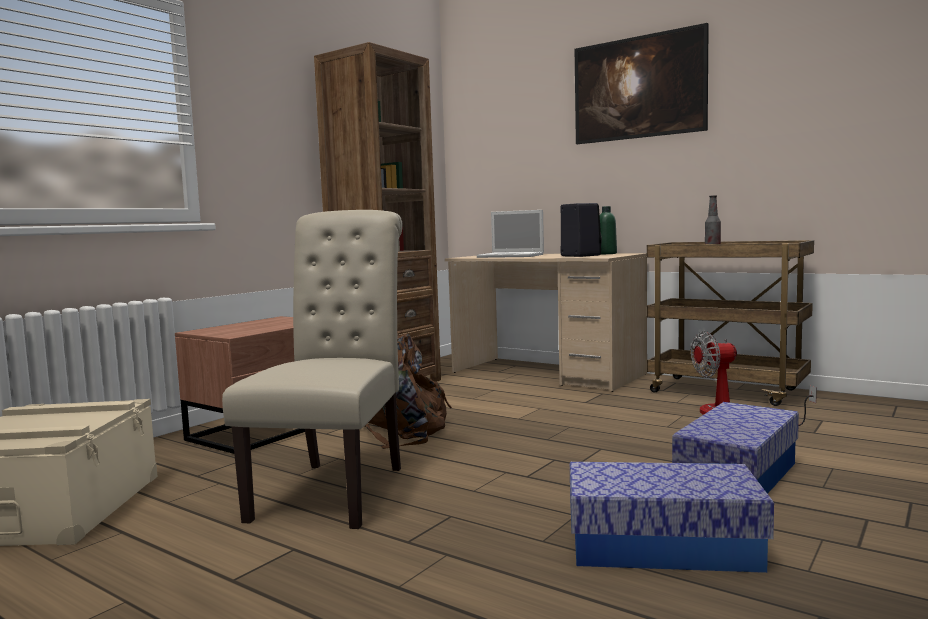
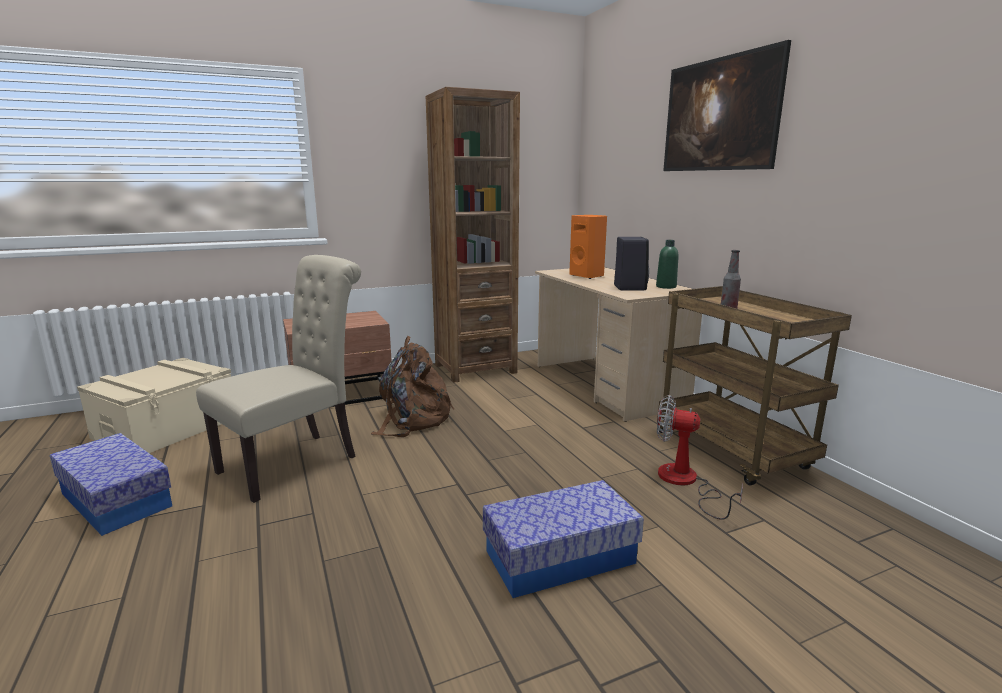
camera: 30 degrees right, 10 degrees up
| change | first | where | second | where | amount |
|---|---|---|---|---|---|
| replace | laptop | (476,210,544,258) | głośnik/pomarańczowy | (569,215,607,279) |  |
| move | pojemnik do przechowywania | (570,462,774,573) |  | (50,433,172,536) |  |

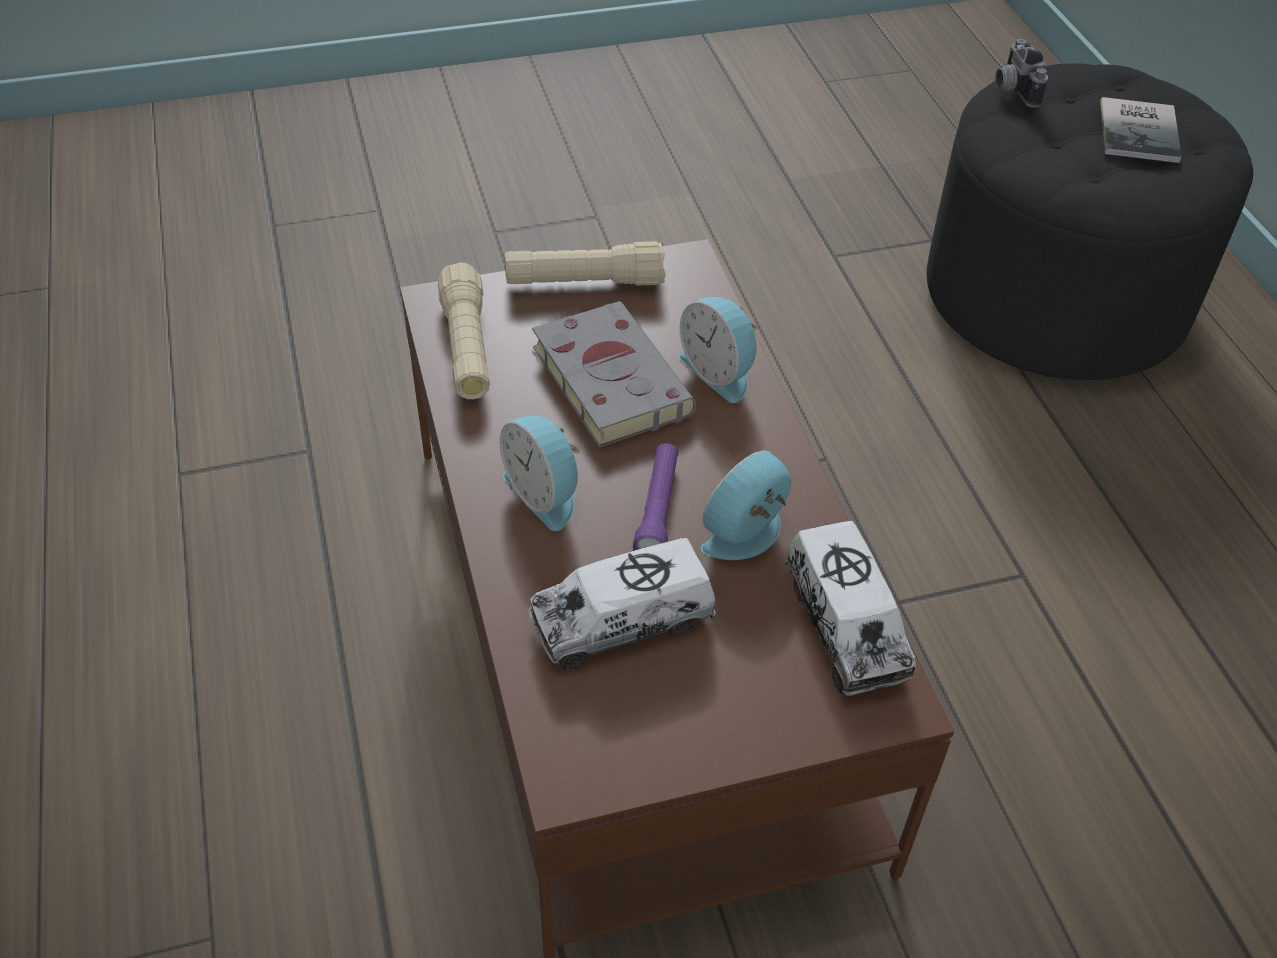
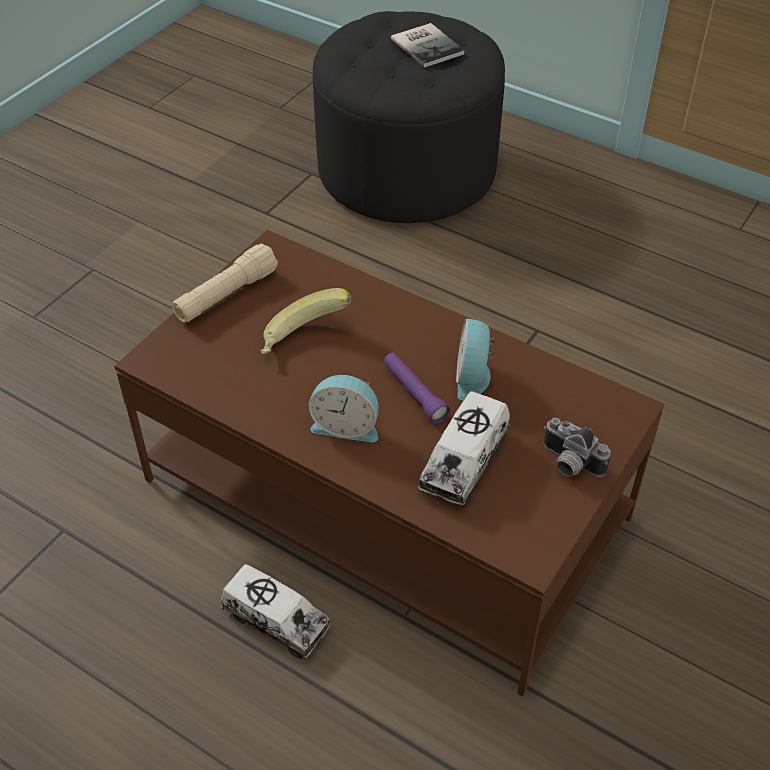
camera: 40 degrees left, 0 degrees up
| change | first | where | second | where | amount |
|---|---|---|---|---|---|
| delete | latarka/beżowy | (437,263,490,399) |  |  |  |
| replace | książka/szary | (532,301,696,448) | banan | (261,288,352,354) |  |
| delete | budzik | (679,297,759,403) |  |  |  |
| move | ciężarówka zabawkowa | (785,521,917,697) |  | (221,564,331,659) |  |
| move | aparat fotograficzny | (995,39,1048,108) |  | (544,418,611,477) |  |

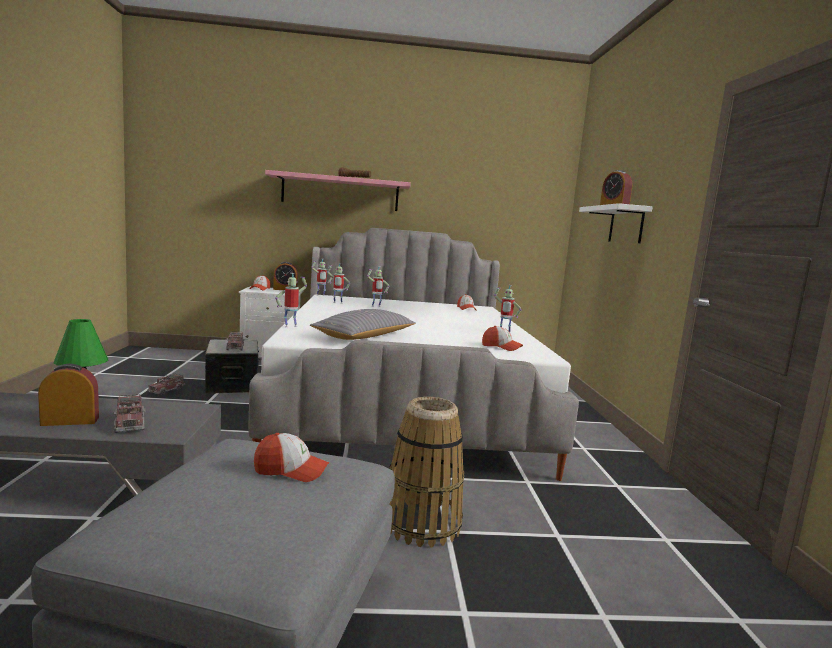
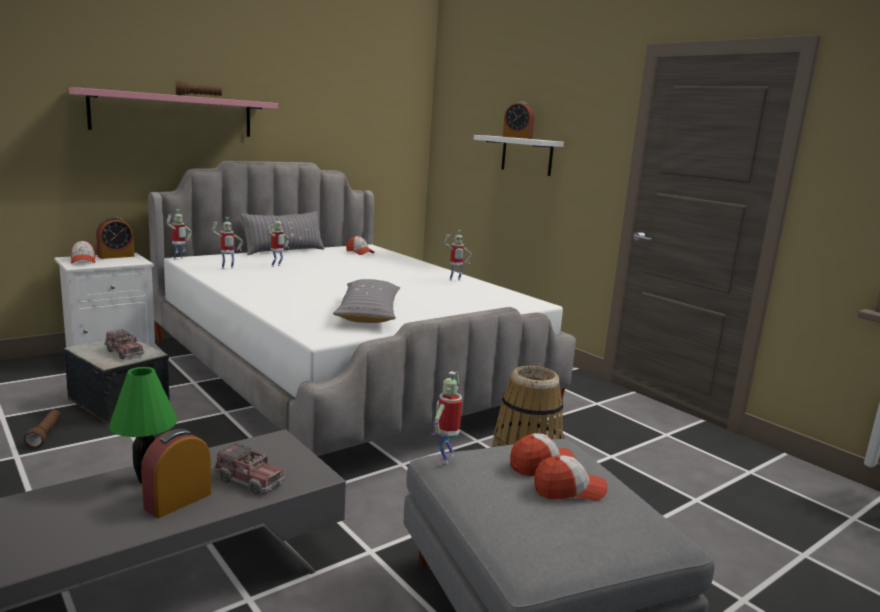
camera: 35 degrees left, 5 degrees up
| change | first | where | second | where | amount |
|---|---|---|---|---|---|
| replace | ciężarówka zabawkowa | (147,373,186,395) | latarka/brązowy | (24,410,61,448) |  |
| move | robot zabawkowy | (275,273,307,327) |  | (431,371,462,464) |  |
| move | czapka z daszkiem | (482,326,523,351) |  | (534,455,608,501) |  |
| insert |  |  | poduszka/szary | (240,211,324,255) |  |

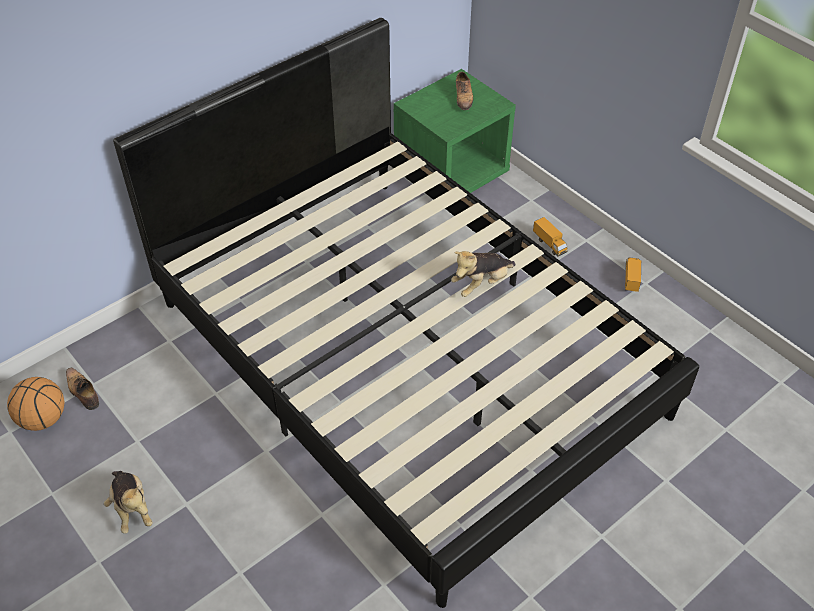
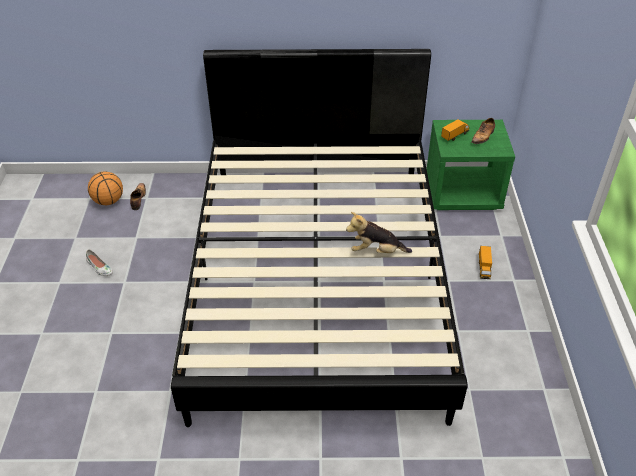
camera: 40 degrees right, 5 degrees down
| change | first | where | second | where | amount |
|---|---|---|---|---|---|
| replace | pluszak | (104,471,153,534) | but/biały | (86,249,113,276) |  |
| move | ciężarówka zabawkowa | (625,257,641,292) |  | (441,119,469,141) |  |

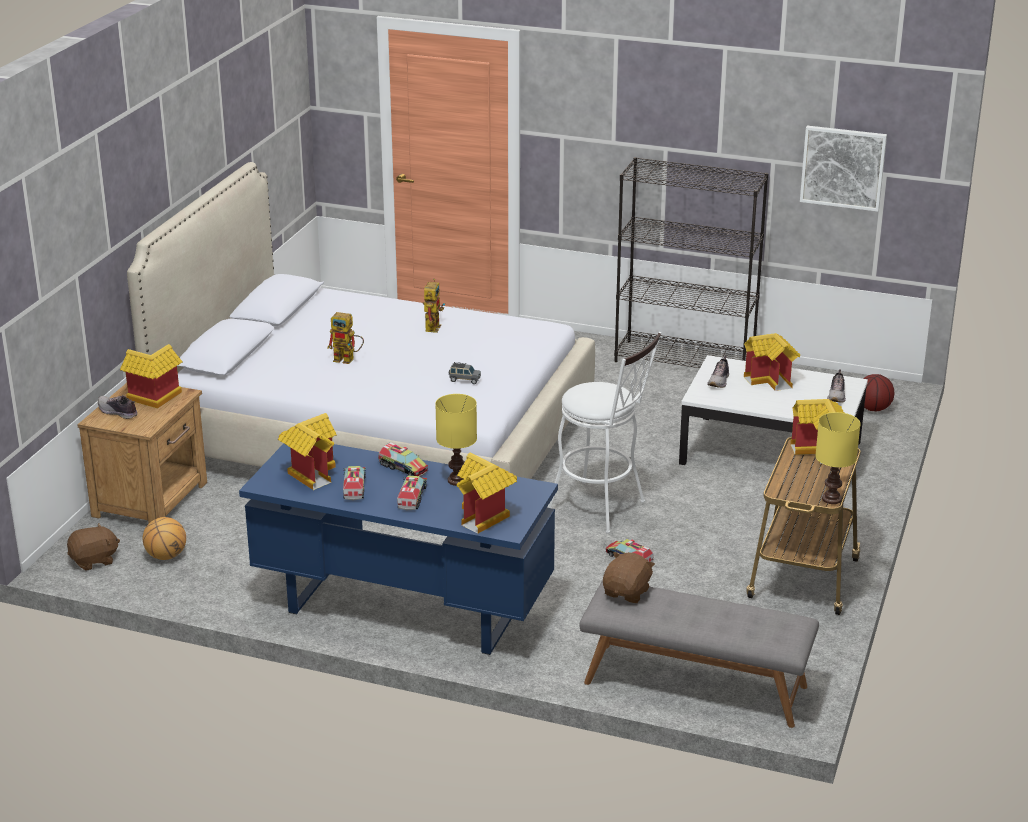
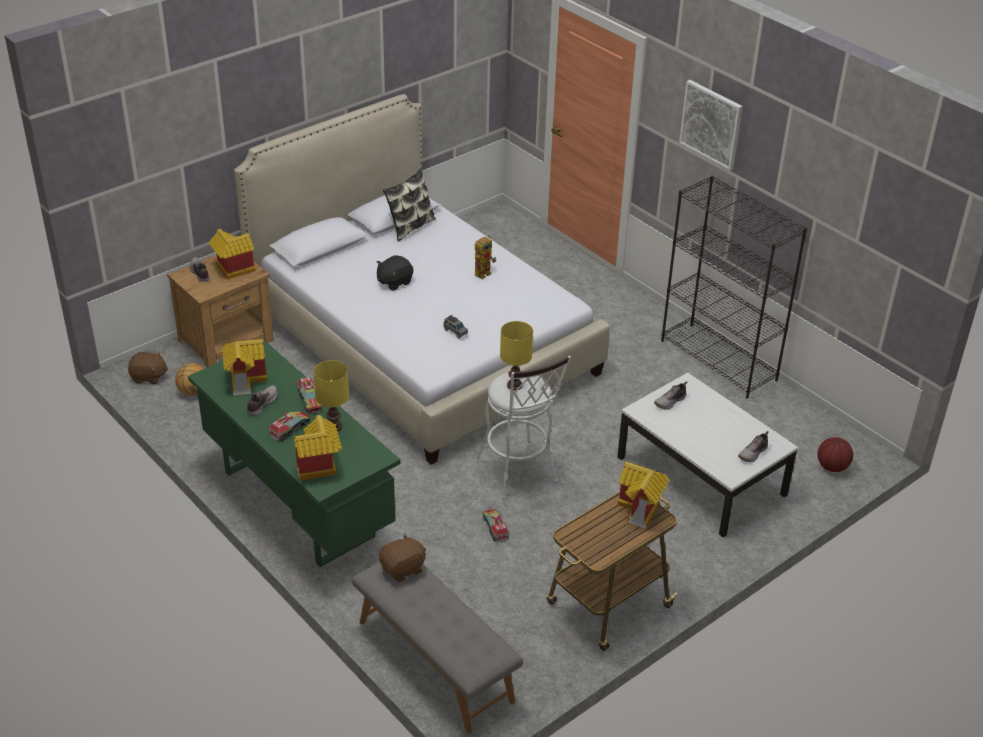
camera: 30 degrees right, 10 degrees up
| change | first | where | second | where | amount |
|---|---|---|---|---|---|
| recolor | biurko/niebieski | (239,443,558,655) | biurko/zielony | (188,342,401,567) |  |
| replace | robot zabawkowy | (328,312,364,364) | pluszak/czarny | (377,255,413,291) |  |
| replace | ciężarówka zabawkowa | (343,466,366,501) | but | (247,385,278,416) |  |
| delete | domek | (744,333,800,391) |  |  |  |
| move | obraz | (800,126,887,212) |  | (679,80,743,171) |  |
| move | lampa stołowa/żółty | (815,412,861,504) |  | (500,321,533,391) |  |
| insert |  |  | poduszka | (383,169,436,241) |  |

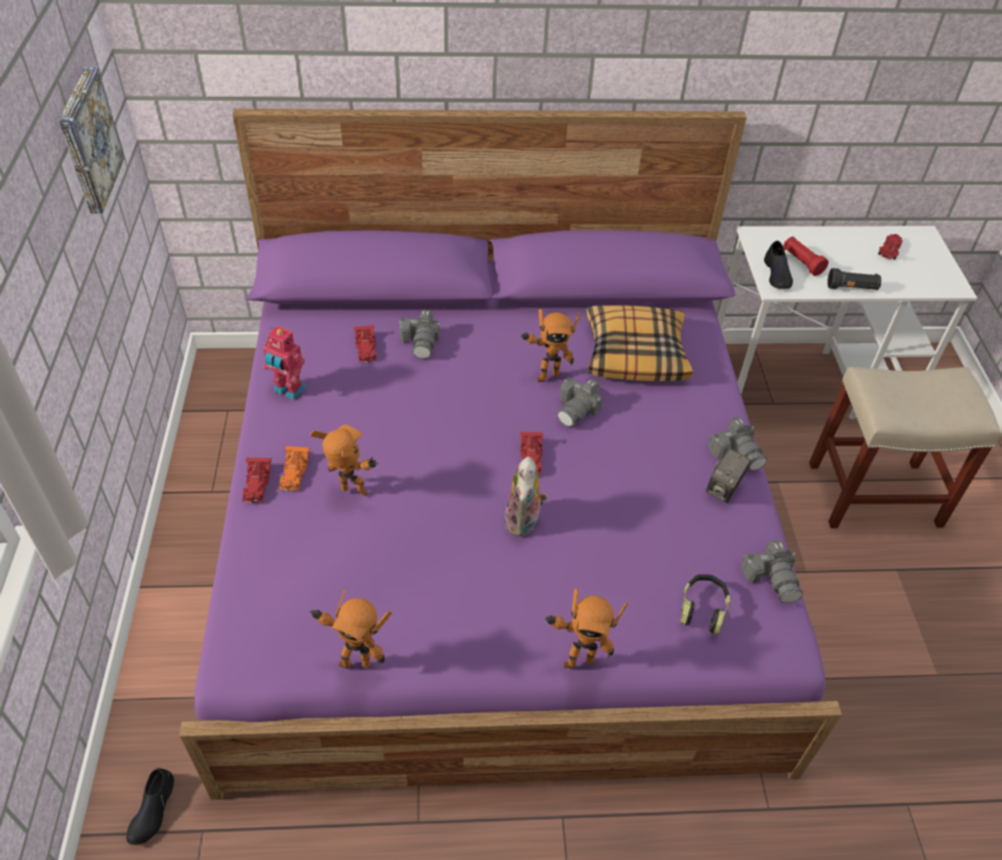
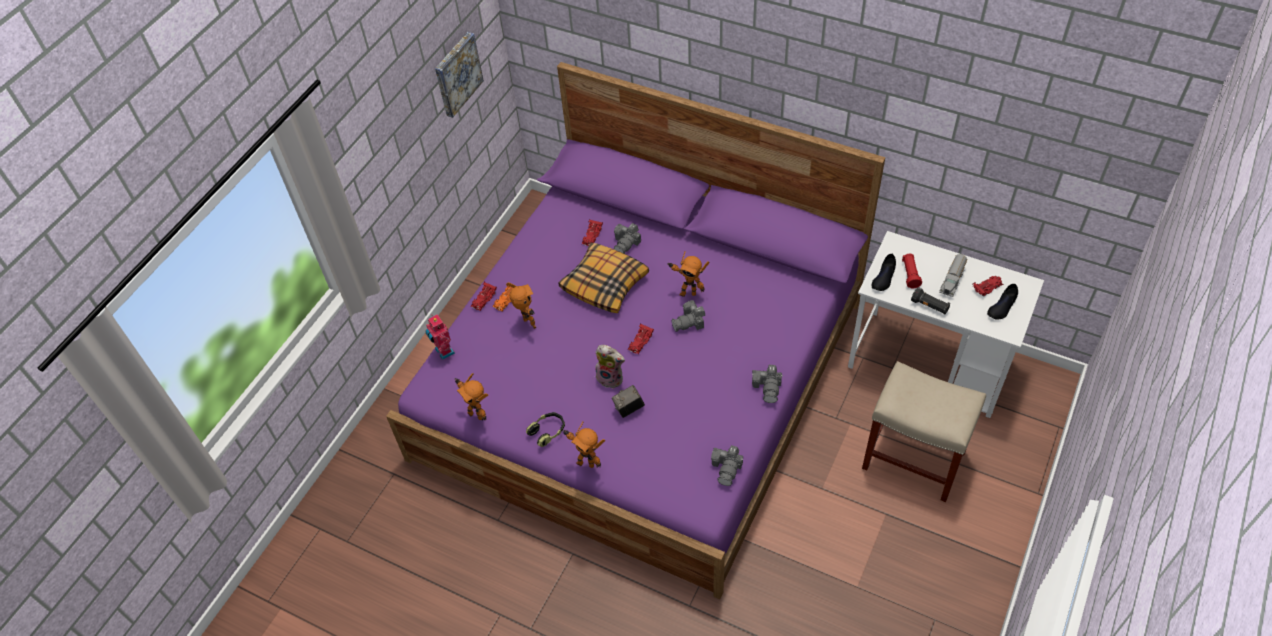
camera: 35 degrees right, 5 degrees up
| change | first | where | second | where | amount |
|---|---|---|---|---|---|
| move | but/czarny | (126,768,174,845) |  | (987,284,1018,320) |  |
| move | robot zabawkowy | (263,326,306,400) |  | (425,314,455,360) |  |
| rotate | pluszak | (505,456,547,536) |  | (595,345,625,389) | 105 degrees counterclockwise |
| move | poduszka | (586,305,693,381) |  | (559,243,649,313) |  |
| move | słuchawki | (680,574,730,635) |  | (526,412,565,447) |  |
| move | aparat fotograficzny | (706,448,751,503) |  | (612,385,645,418) |  |
| insert |  |  | ciężarówka zabawkowa | (939,254,967,297) |  |

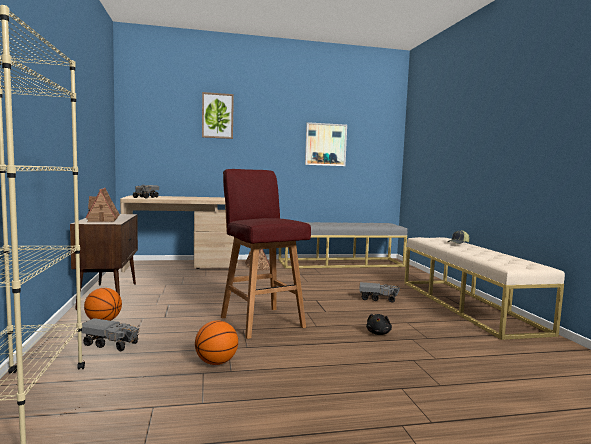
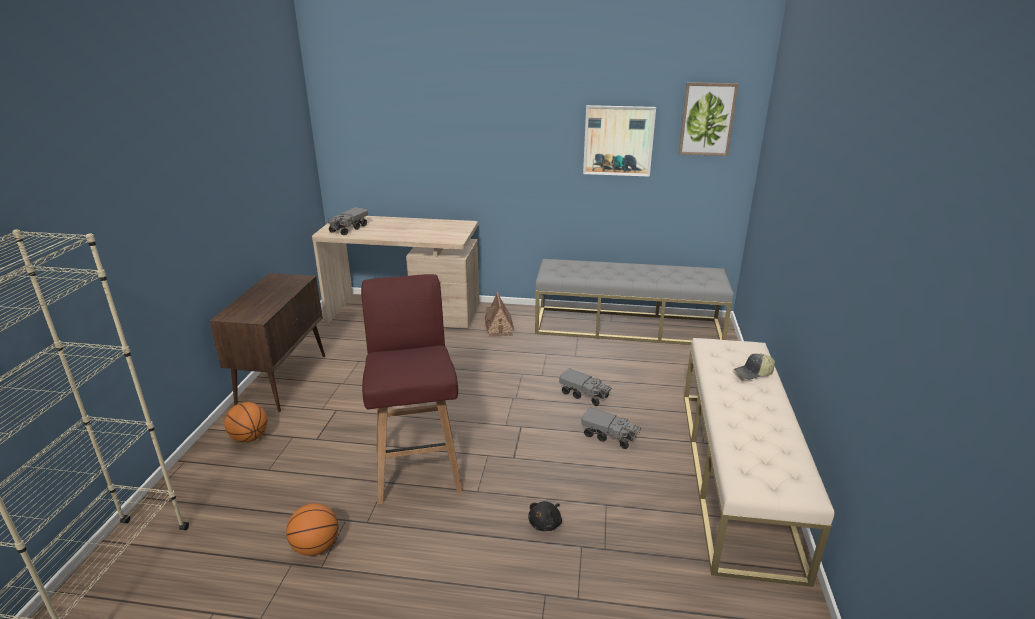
camera: 20 degrees right, 20 degrees up
| change | first | where | second | where | amount |
|---|---|---|---|---|---|
| move | ciężarówka zabawkowa | (82,318,140,351) |  | (559,369,612,406) |  |
| delete | domek | (85,188,120,222) |  |  |  |
| move | obraz | (202,92,234,139) |  | (679,82,739,156) |  |

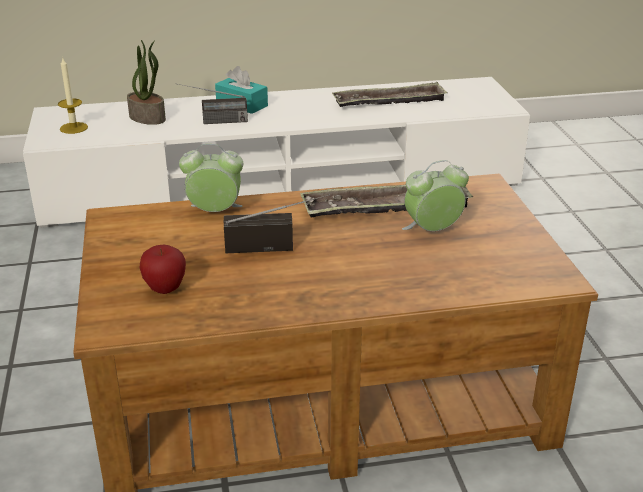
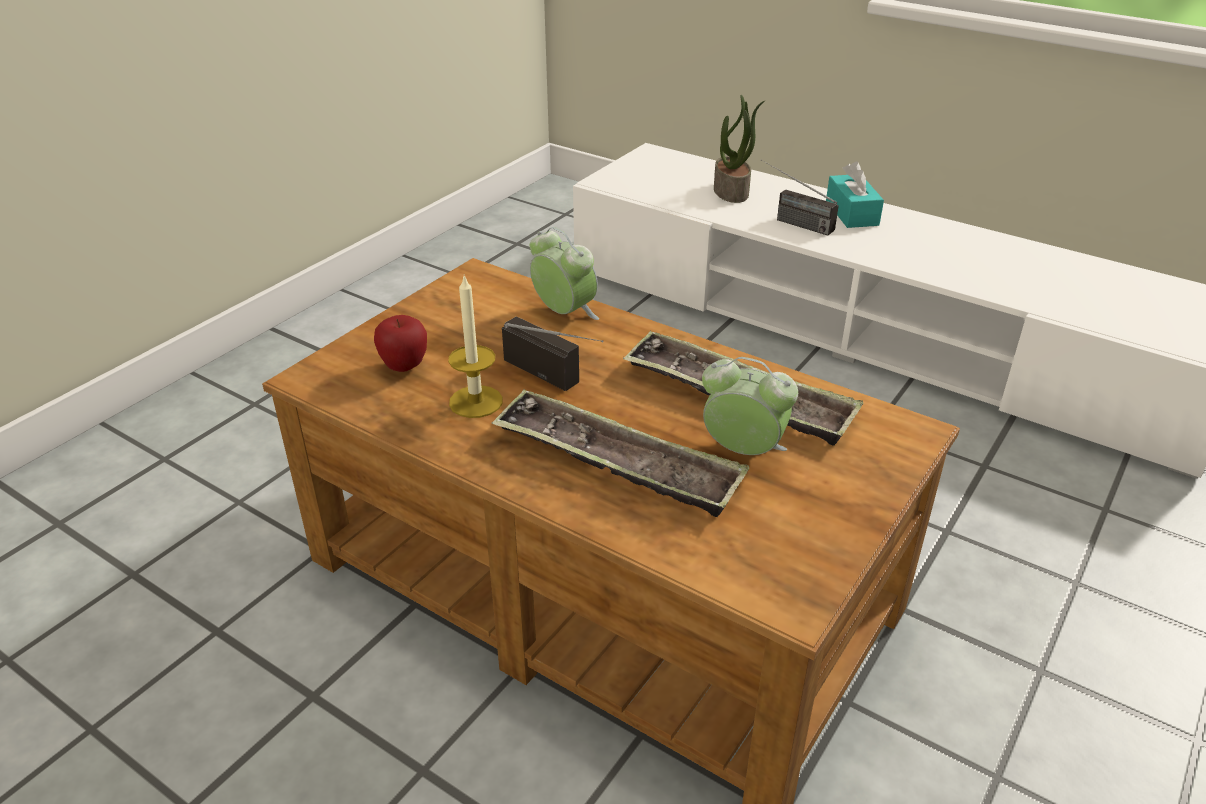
camera: 45 degrees right, 5 degrees up
| change | first | where | second | where | amount |
|---|---|---|---|---|---|
| move | świeca | (58,58,88,134) |  | (448,275,503,418) |  |
| move | taca | (332,82,448,107) |  | (491,390,749,517) |  |

